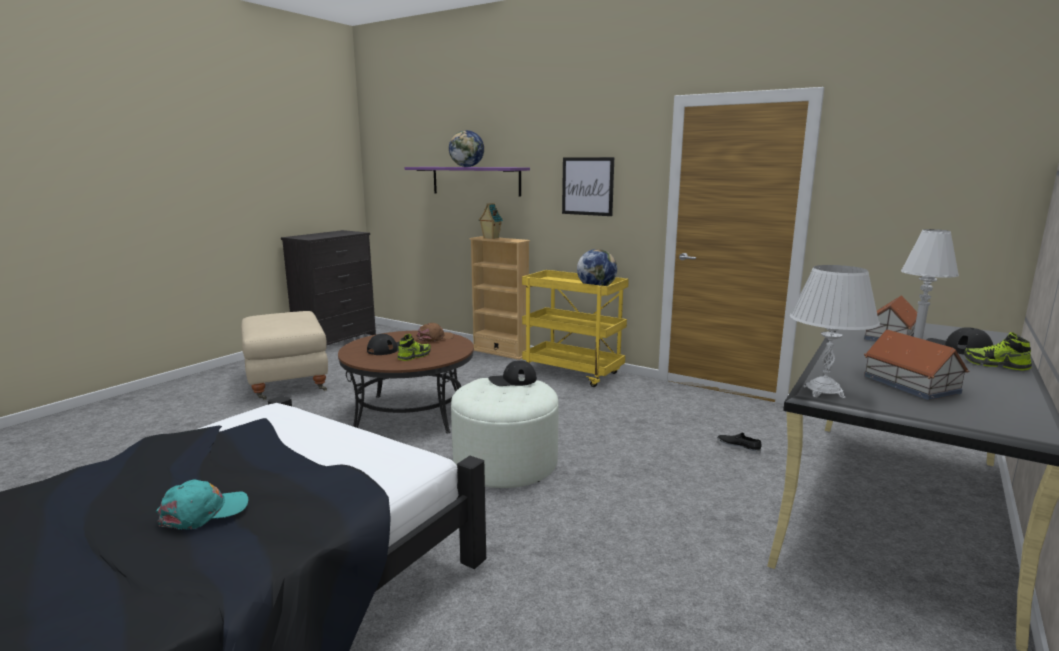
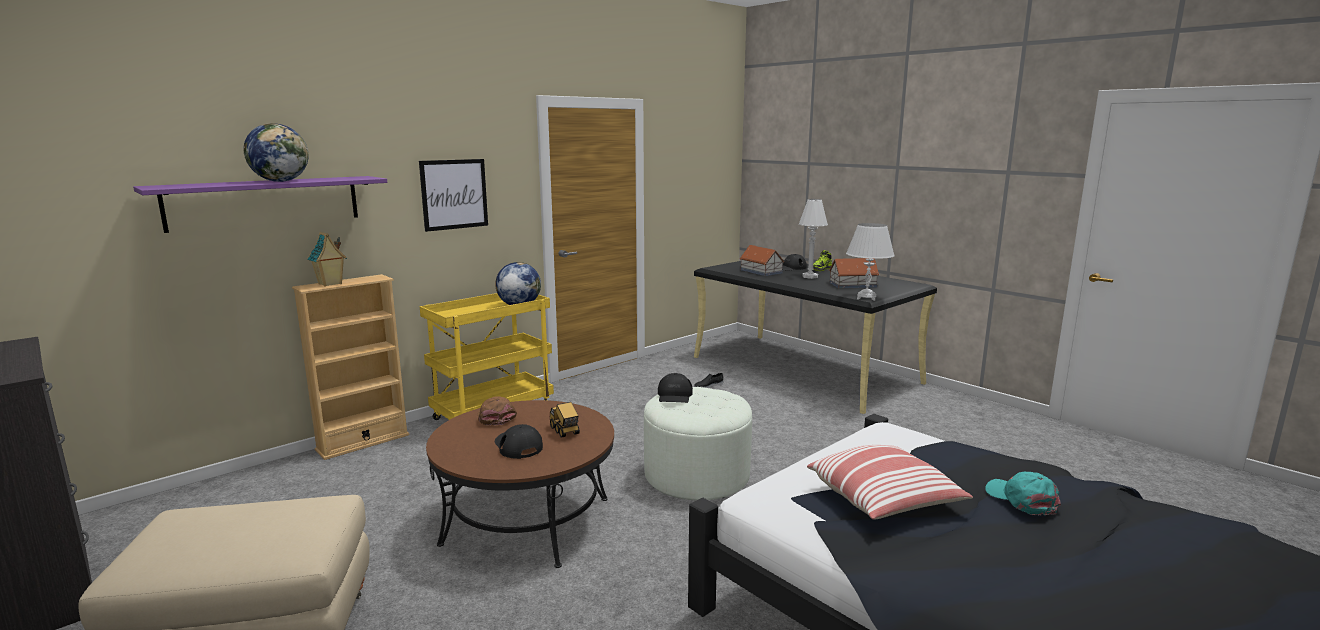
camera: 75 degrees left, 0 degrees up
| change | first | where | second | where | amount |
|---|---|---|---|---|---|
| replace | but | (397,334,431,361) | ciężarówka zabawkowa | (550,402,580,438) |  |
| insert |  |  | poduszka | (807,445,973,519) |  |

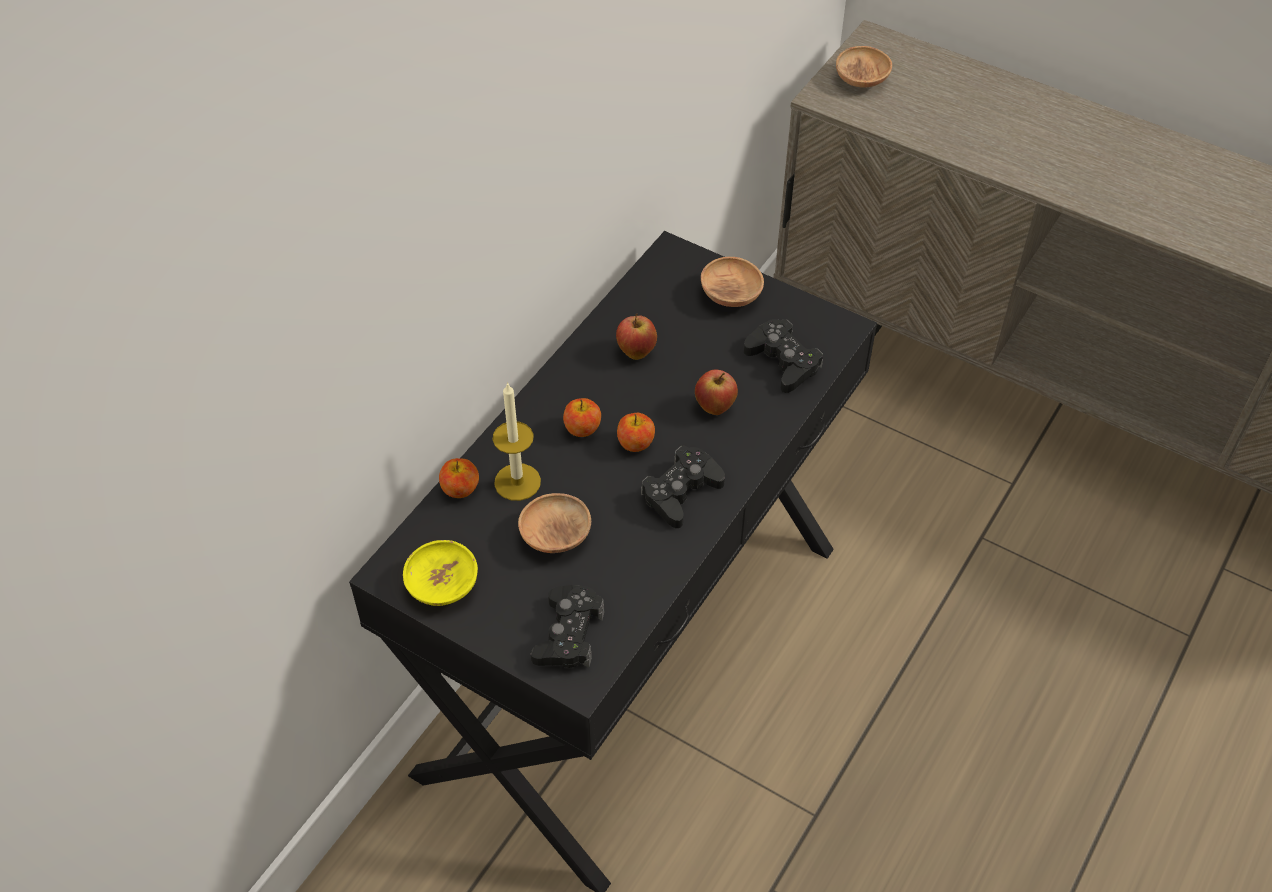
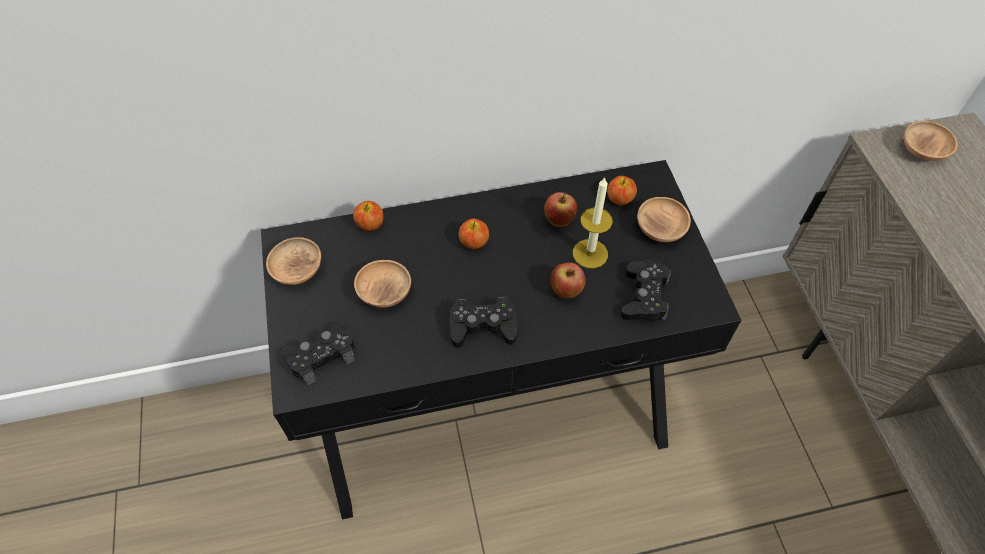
camera: 45 degrees right, 5 degrees up
| change | first | where | second | where | amount |
|---|---|---|---|---|---|
| recolor | miska/żółty | (403,540,478,606) | miska/brązowy | (266,237,321,285) |  |
| move | świeca | (493,382,541,501) |  | (573,177,613,268) |  |
| move | jabłko | (617,413,655,452) |  | (607,176,637,205) |  |

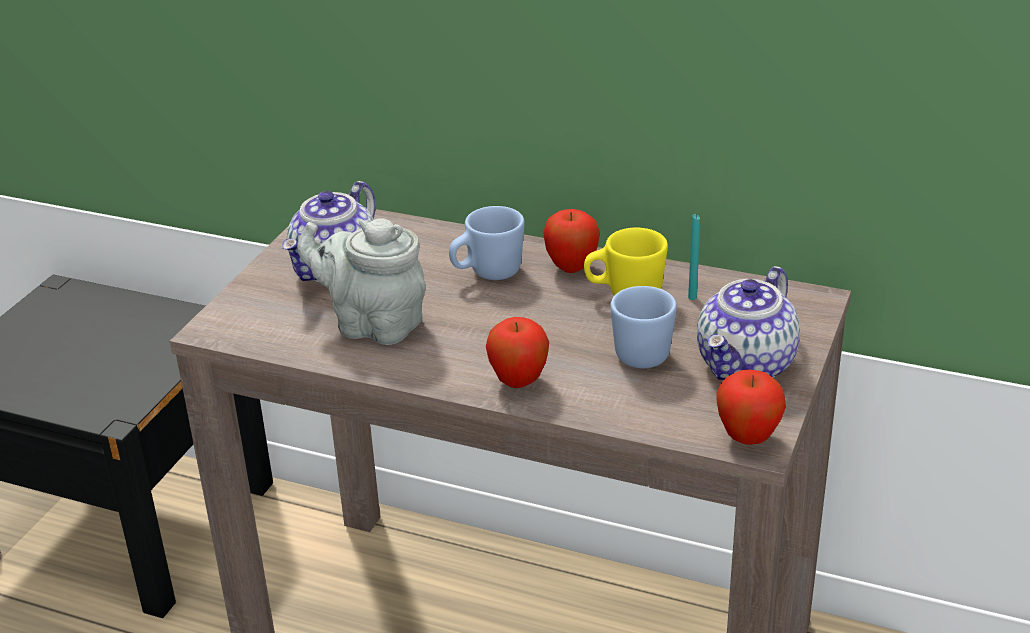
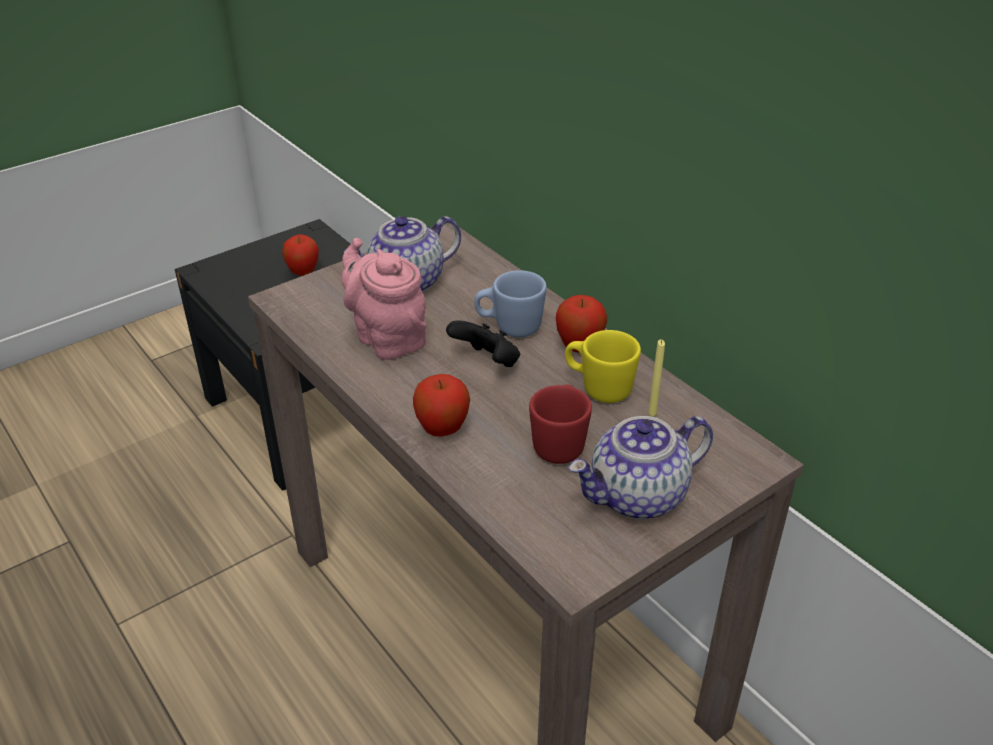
camera: 30 degrees right, 5 degrees up
| change | first | where | second | where | amount |
|---|---|---|---|---|---|
| recolor | imbryk/szary | (297,219,426,345) | imbryk/różowy | (341,238,426,360) |  |
| recolor | kubek/niebieski | (610,286,677,368) | kubek/czerwony | (529,385,592,464) |  |
| recolor | świeca/turkusowy | (688,214,700,300) | świeca/żółty | (648,339,665,416) |  |
| move | jabłko | (716,369,786,445) |  | (282,235,319,276) |  |
| insert |  |  | pad do gier/czarny | (446,320,520,367) |  |

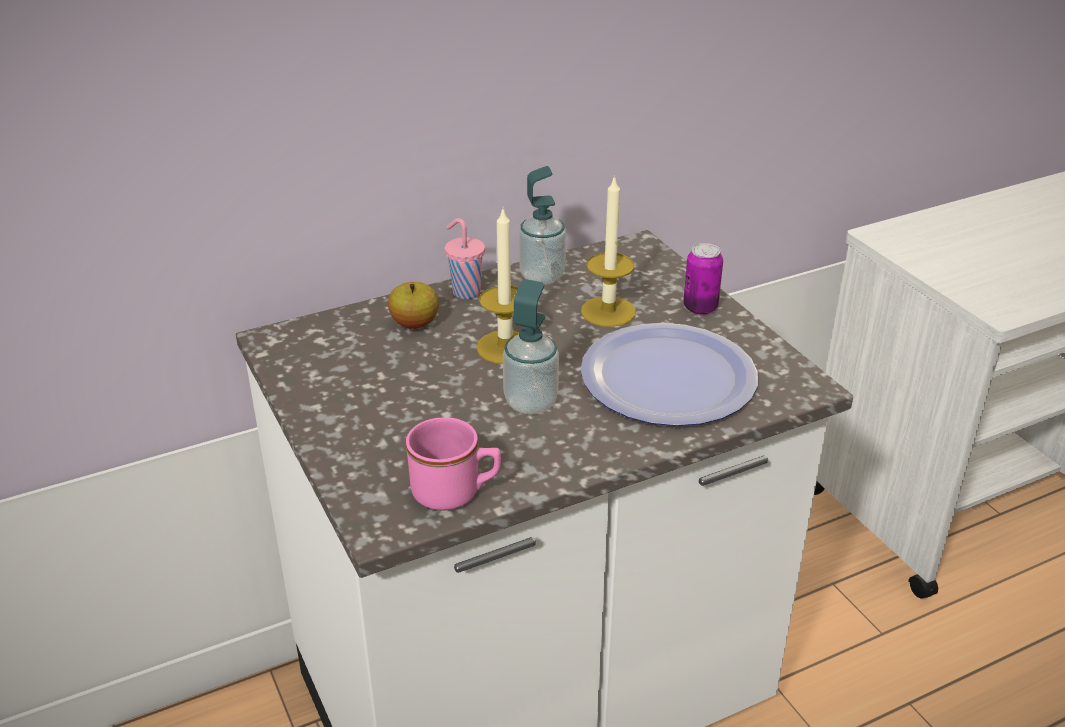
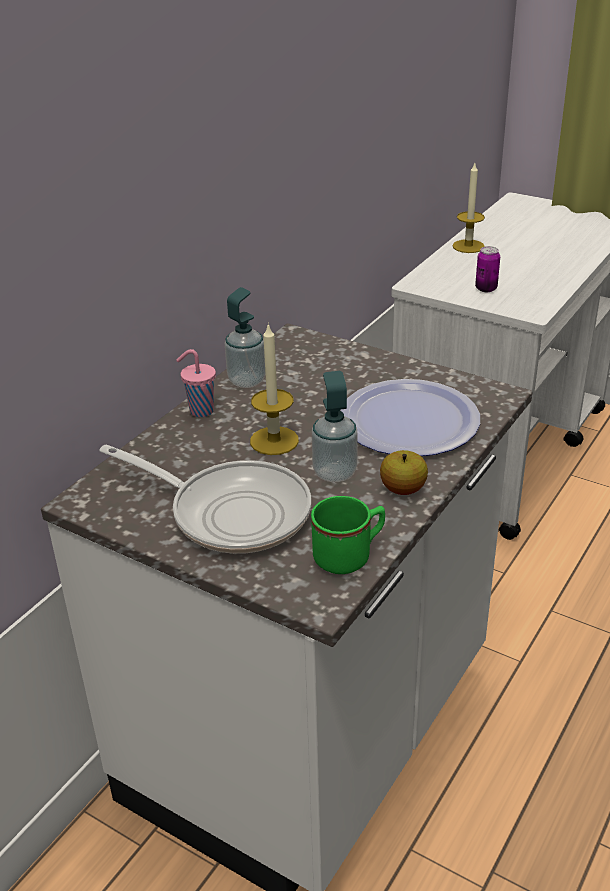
camera: 30 degrees left, 0 degrees up
| change | first | where | second | where | amount |
|---|---|---|---|---|---|
| move | jabłko | (388,282,439,329) |  | (380,450,428,495) |  |
| recolor | kubek/różowy | (406,417,501,511) | kubek/zielony | (311,496,385,574) |  |
| move | świeca | (581,175,636,327) |  | (452,163,485,253) |  |
| move | puszka | (683,243,723,315) |  | (475,246,500,292) |  |
| insert |  |  | patelnia | (99,444,311,554) |  |

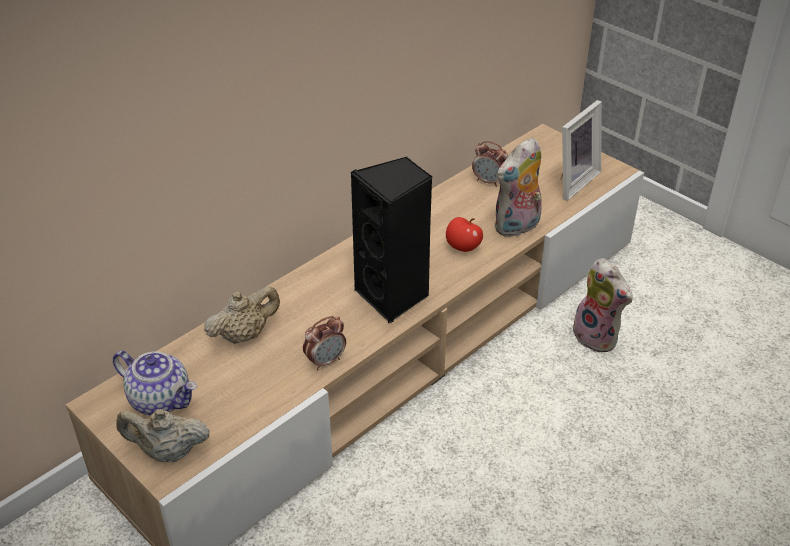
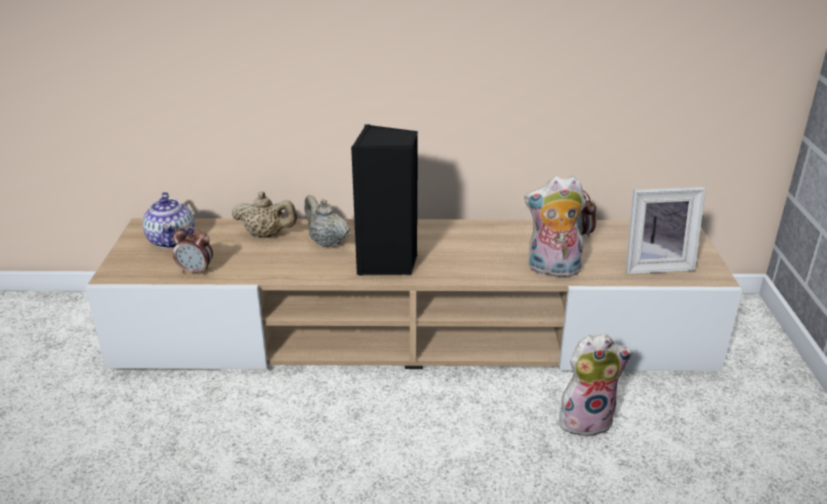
camera: 45 degrees right, 10 degrees down
| change | first | where | second | where | amount |
|---|---|---|---|---|---|
| move | imbryk/beżowy | (116,409,210,462) |  | (304,195,350,247) |  |
| move | budzik | (303,316,346,370) |  | (173,226,213,275) |  |
| delete | jabłko | (446,217,483,252) |  |  |  |
| rotate | pluszak | (573,258,633,353) |  | (559,334,633,437) | 105 degrees counterclockwise |

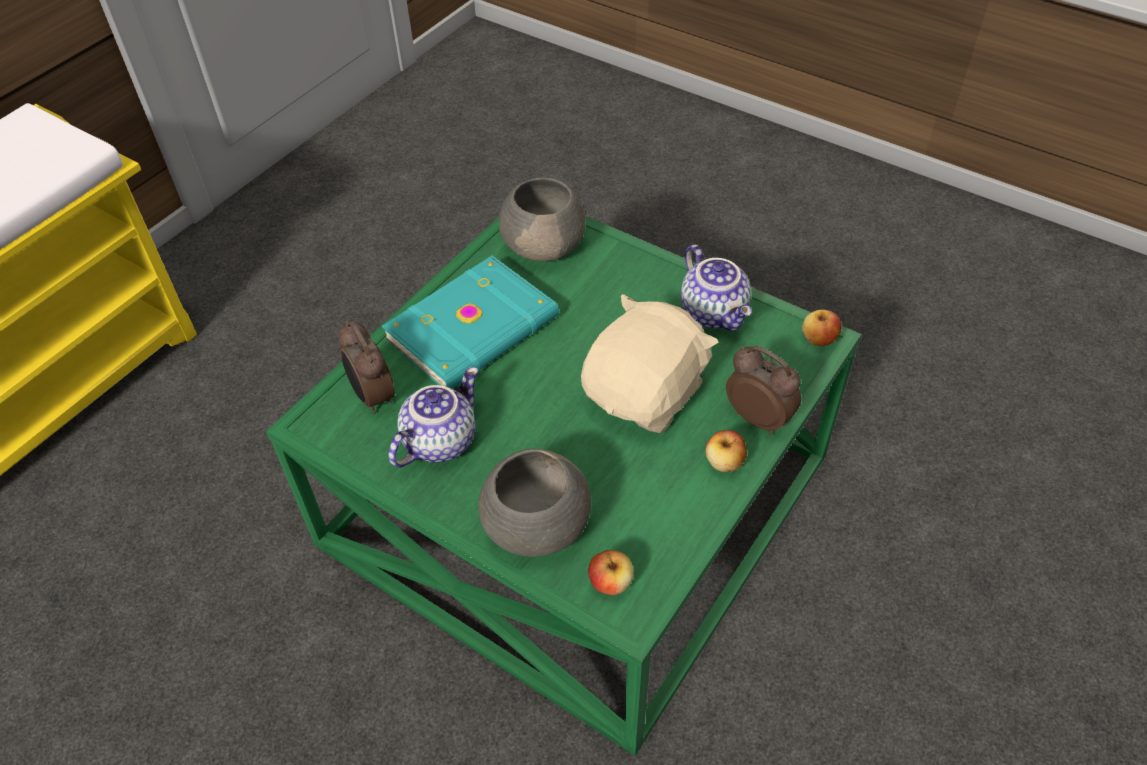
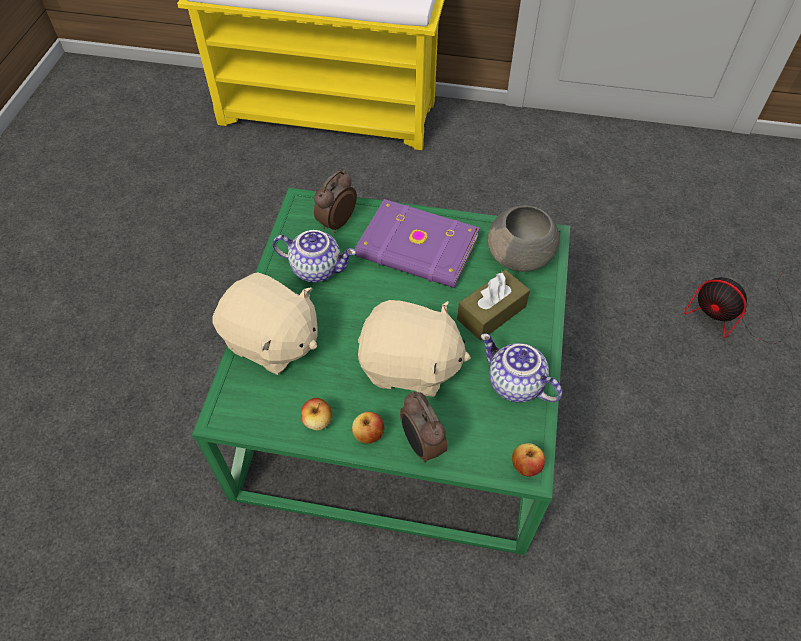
camera: 65 degrees right, 5 degrees up
| change | first | where | second | where | amount |
|---|---|---|---|---|---|
| recolor | książka/turkusowy | (382,256,559,389) | książka/fioletowy | (355,199,480,288) |  |
| replace | miska/szary | (478,449,591,557) | pluszak/beżowy | (212,272,318,375) |  |
| move | jabłko | (588,550,634,595) |  | (301,398,332,431) |  |
| rotate | imbryk | (681,244,752,331) |  | (481,334,562,402) | 90 degrees clockwise |
| rotate | budzik | (726,346,801,435) |  | (400,391,448,462) | 135 degrees clockwise |
| insert |  |  | pudełko chusteczek/brązowy | (457,270,530,341) |  |
| insert |  |  | wentylator | (684,273,793,344) |  |

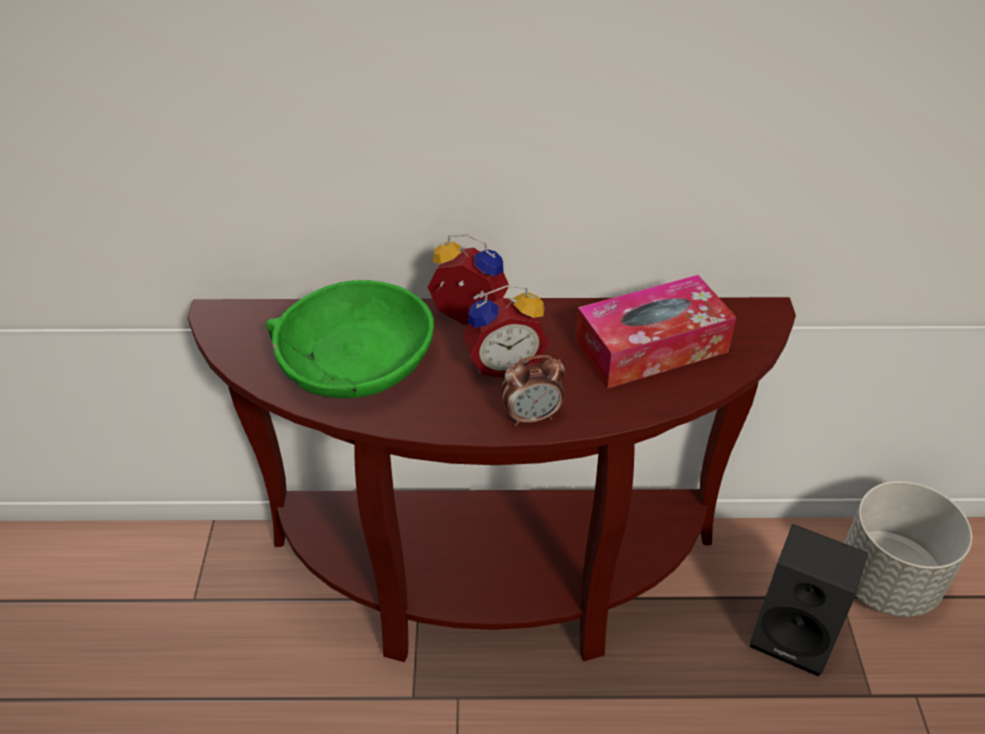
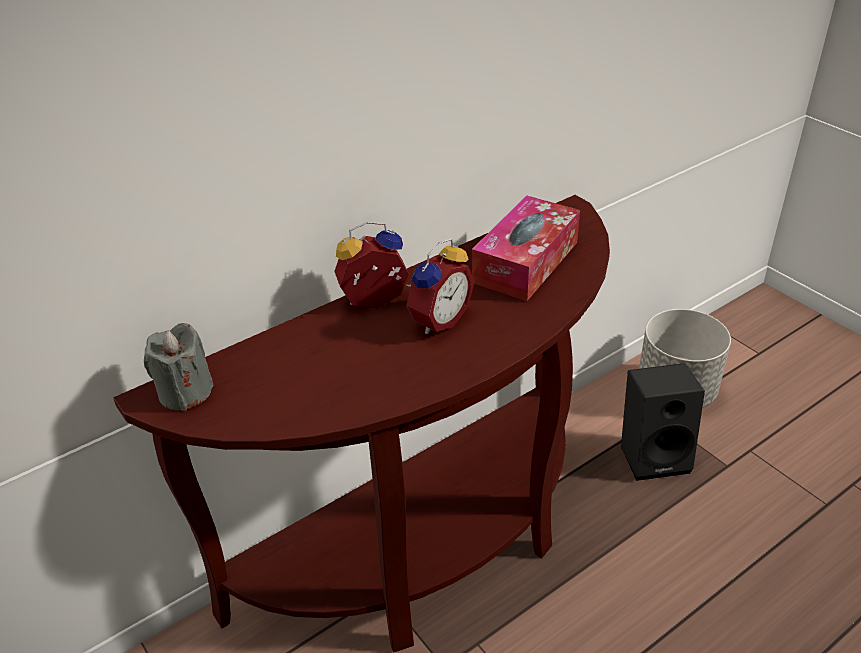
camera: 35 degrees left, 5 degrees down
| change | first | where | second | where | amount |
|---|---|---|---|---|---|
| delete | miska/zielony | (266,280,434,398) |  |  |  |
| delete | budzik | (501,355,565,426) |  |  |  |
| insert |  |  | świeca/szary | (144,323,214,411) |  |

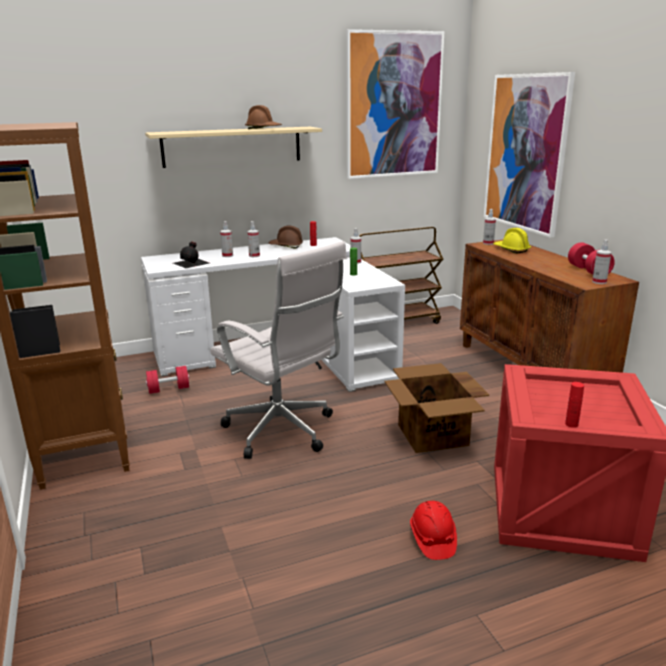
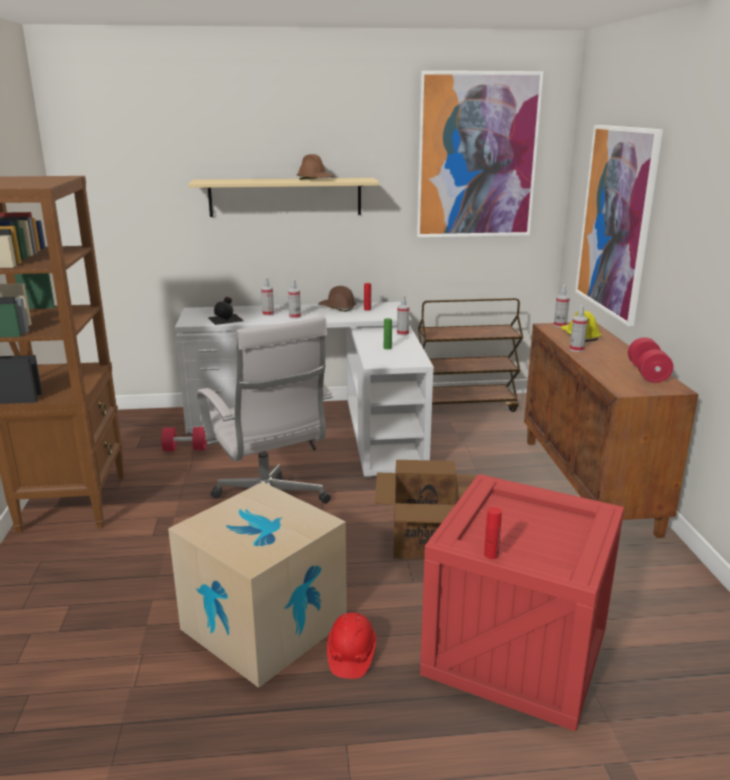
camera: 15 degrees right, 0 degrees up
| change | first | where | second | where | amount |
|---|---|---|---|---|---|
| move | spryskiwacz | (592,240,612,284) |  | (569,306,588,352) |  |
| insert |  |  | karton | (168,482,347,688) |  |

